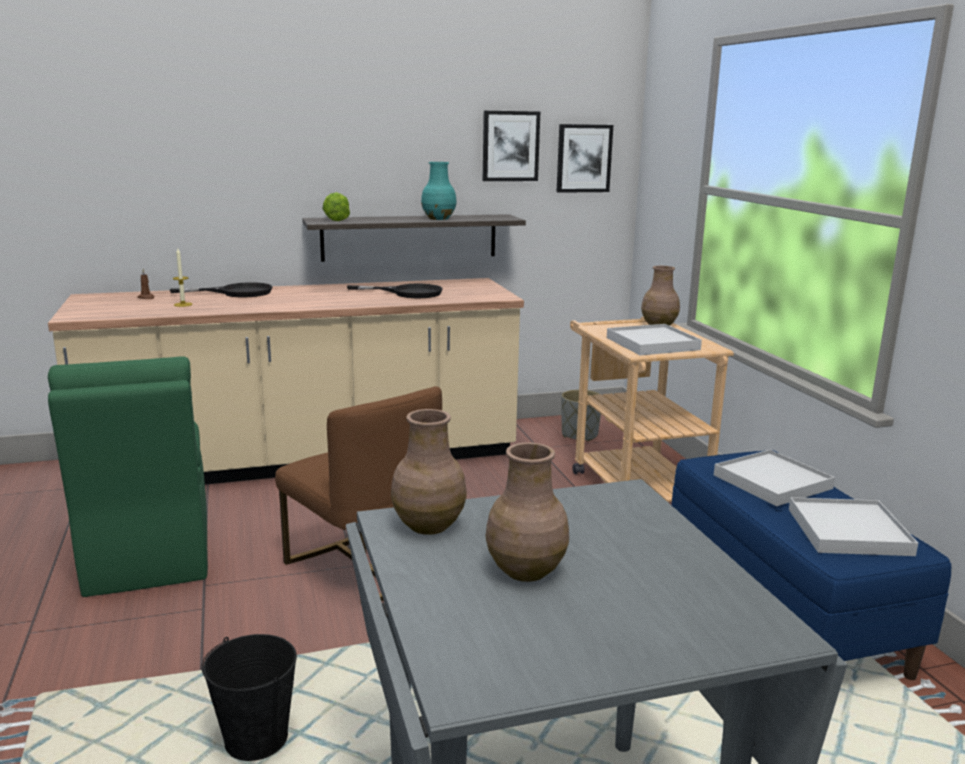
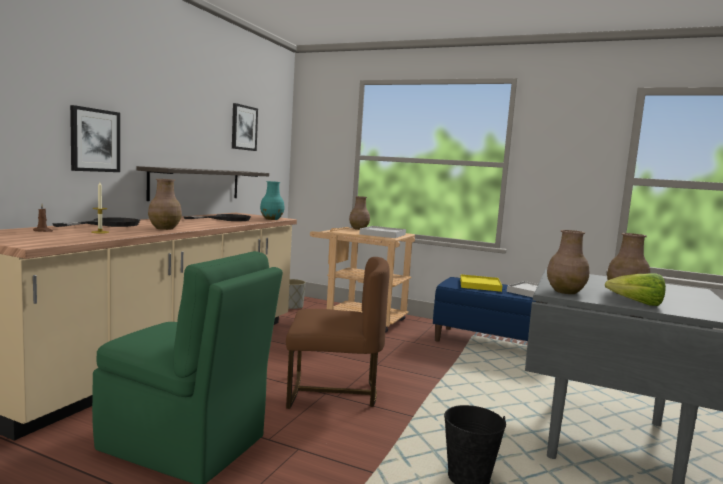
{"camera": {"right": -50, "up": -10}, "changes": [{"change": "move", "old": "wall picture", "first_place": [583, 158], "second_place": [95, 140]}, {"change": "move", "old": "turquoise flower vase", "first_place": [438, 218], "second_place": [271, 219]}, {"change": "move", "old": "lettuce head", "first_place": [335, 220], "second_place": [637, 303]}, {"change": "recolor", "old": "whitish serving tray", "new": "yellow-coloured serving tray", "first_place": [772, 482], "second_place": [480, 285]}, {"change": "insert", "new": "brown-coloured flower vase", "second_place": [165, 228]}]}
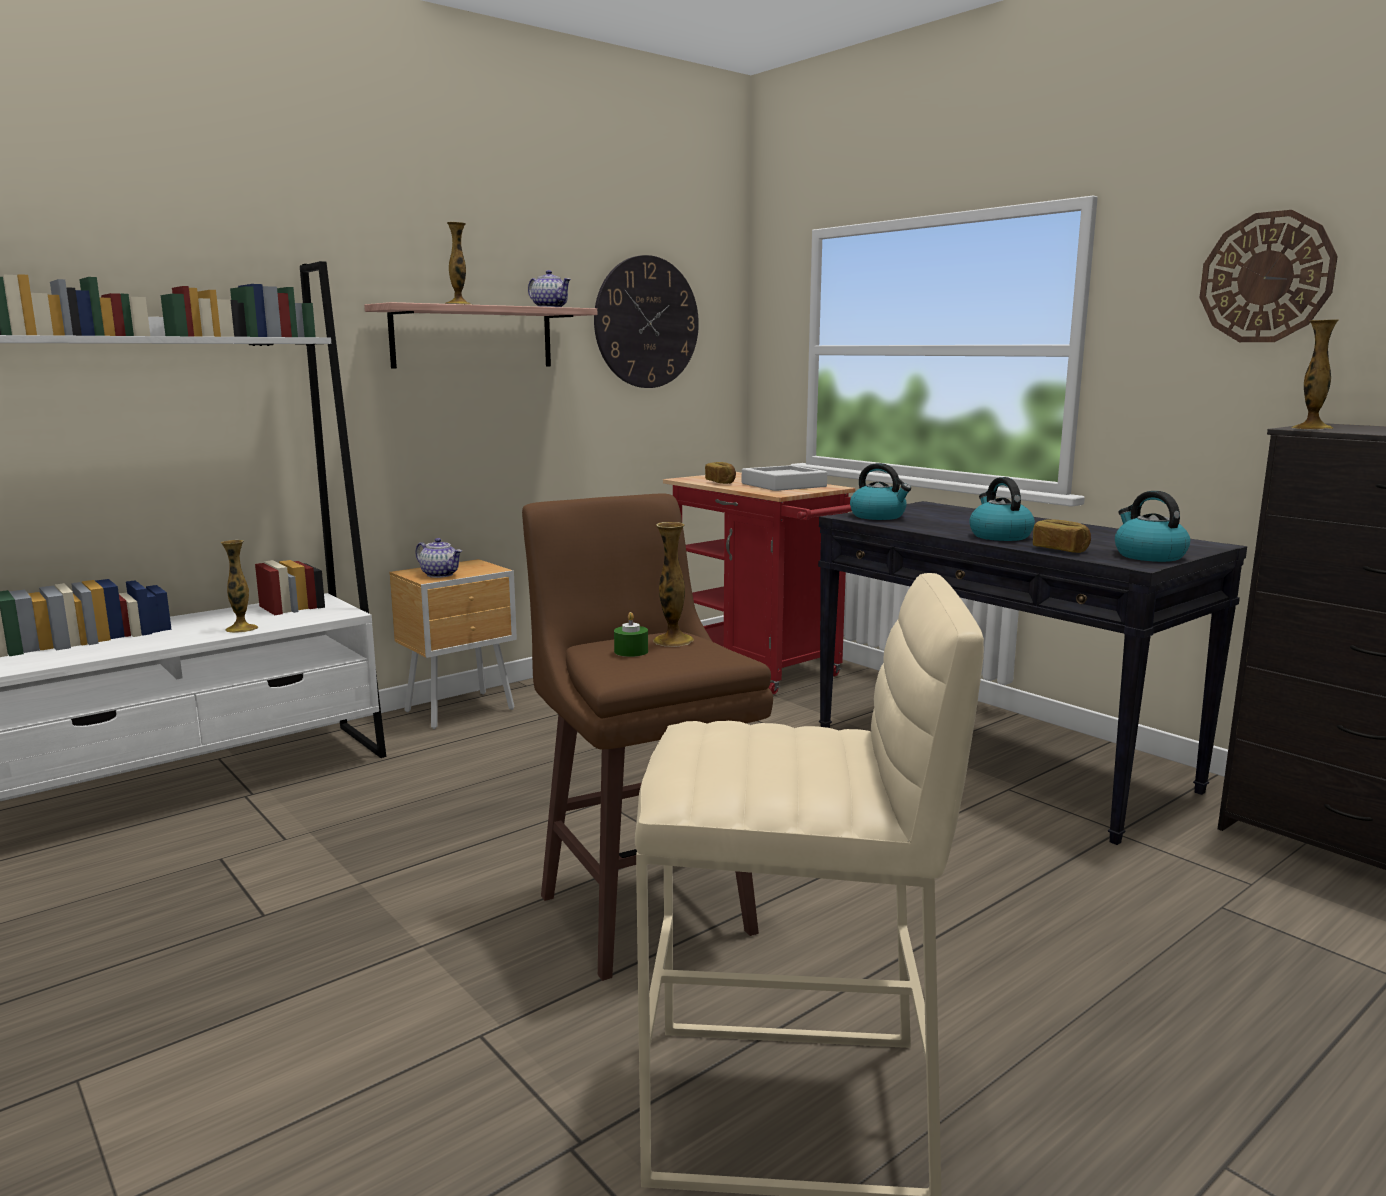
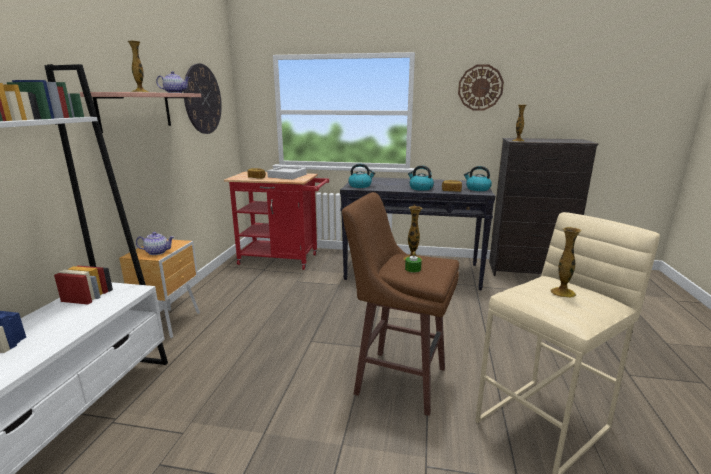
{"camera": {"right": -40, "up": 5}, "changes": [{"change": "move", "old": "flower vase", "first_place": [241, 629], "second_place": [563, 292]}]}
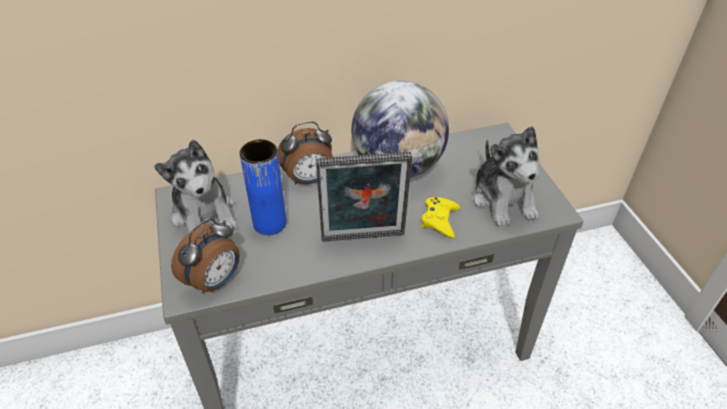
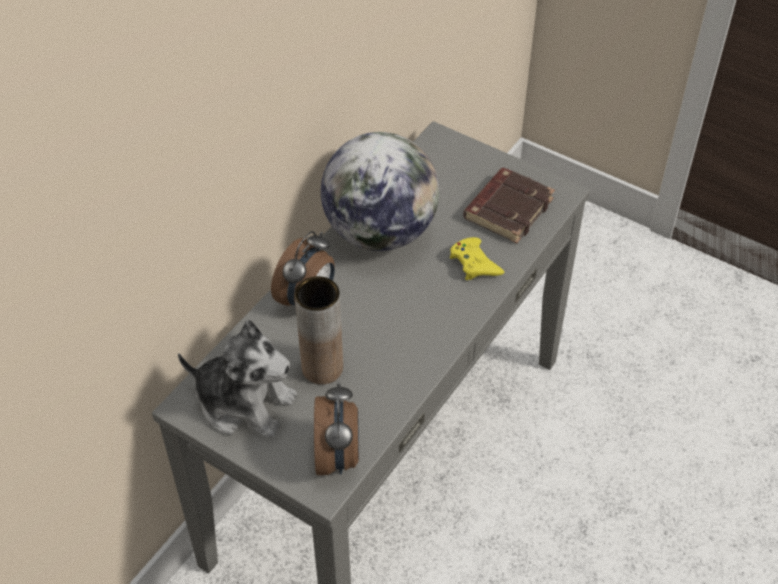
{"camera": {"right": -40, "up": 5}, "changes": [{"change": "replace", "old": "cuddly toy", "new": "brown-coloured bound book", "first_place": [503, 199], "second_place": [507, 209]}, {"change": "recolor", "old": "blue-coloured flower vase", "new": "brown-coloured flower vase", "first_place": [269, 223], "second_place": [322, 368]}, {"change": "delete", "old": "standing frame", "first_place": [363, 239]}]}
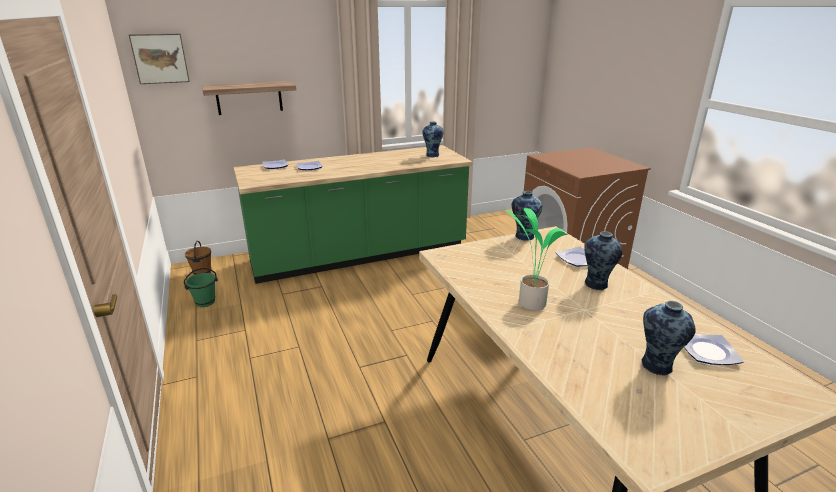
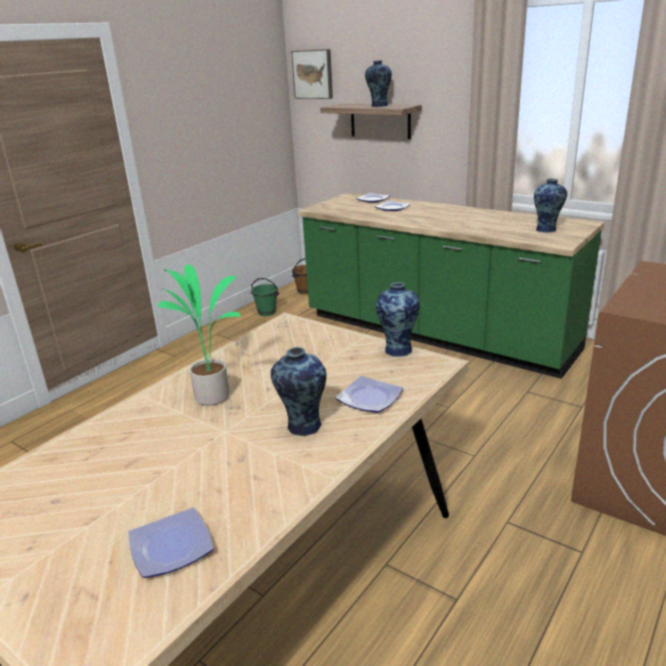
{"camera": {"right": 60, "up": 0}, "changes": [{"change": "move", "old": "flower vase", "first_place": [657, 367], "second_place": [378, 106]}]}
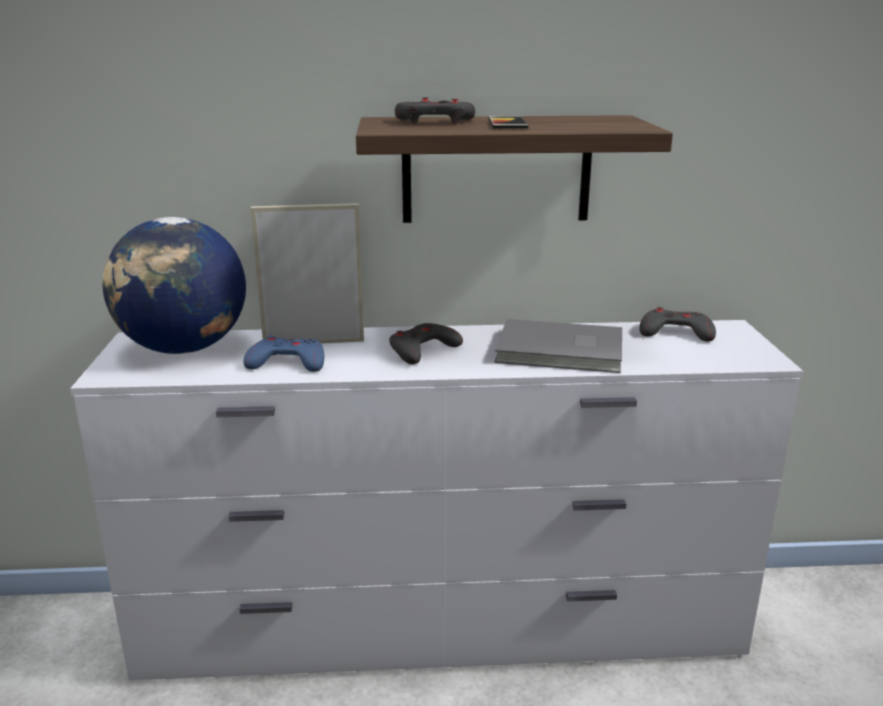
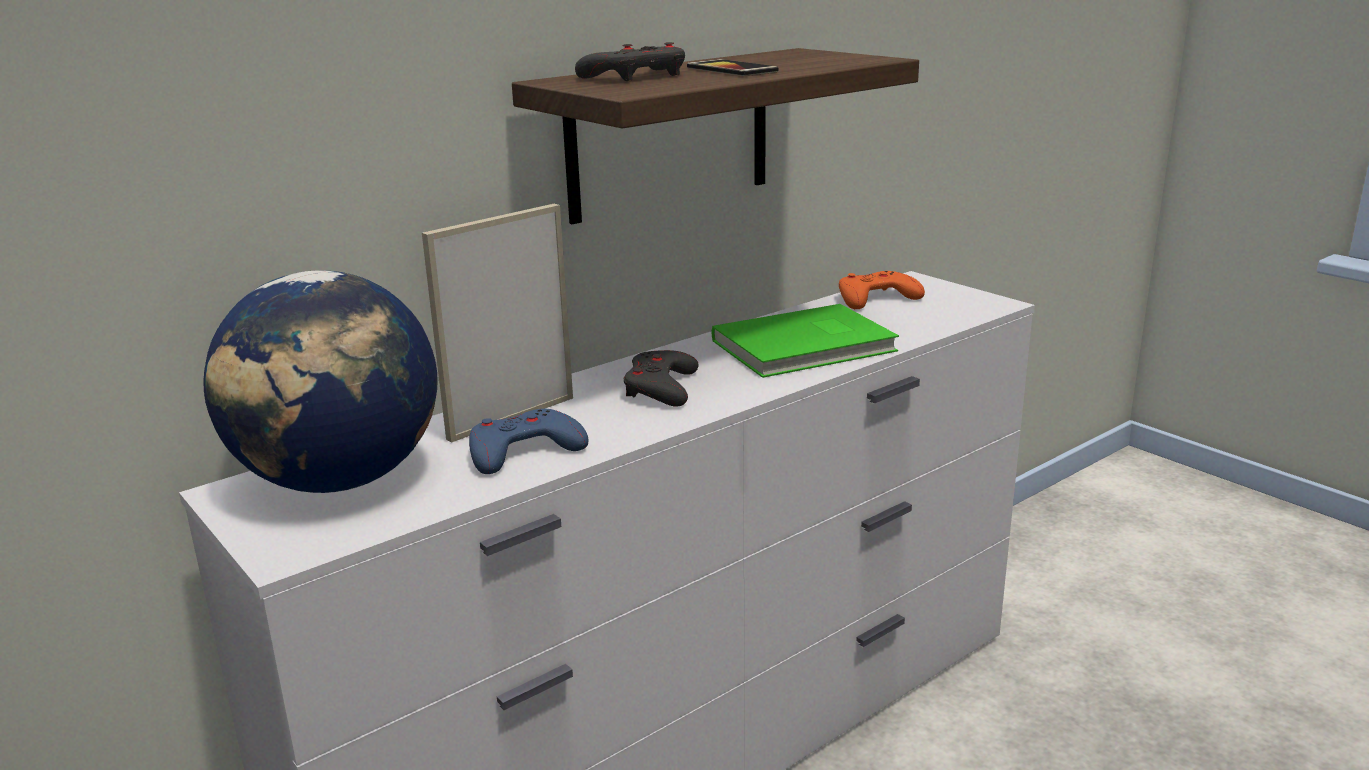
{"camera": {"right": -35, "up": 0}, "changes": [{"change": "recolor", "old": "gray joypad", "new": "orangey joypad", "first_place": [675, 332], "second_place": [876, 298]}, {"change": "recolor", "old": "gray bound book", "new": "greenish bound book", "first_place": [561, 351], "second_place": [807, 346]}]}
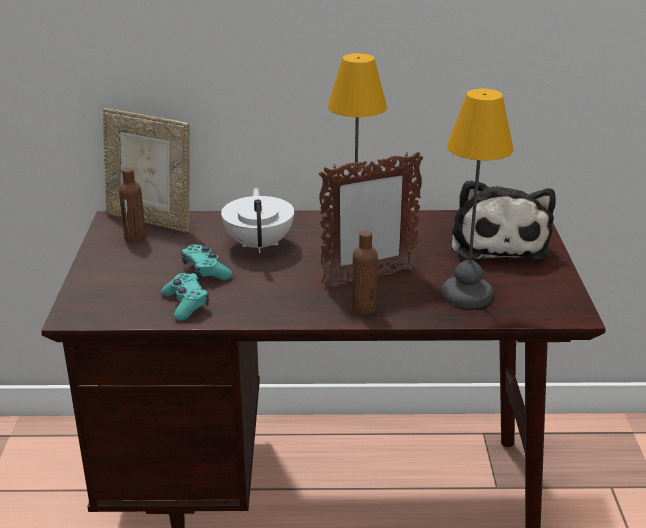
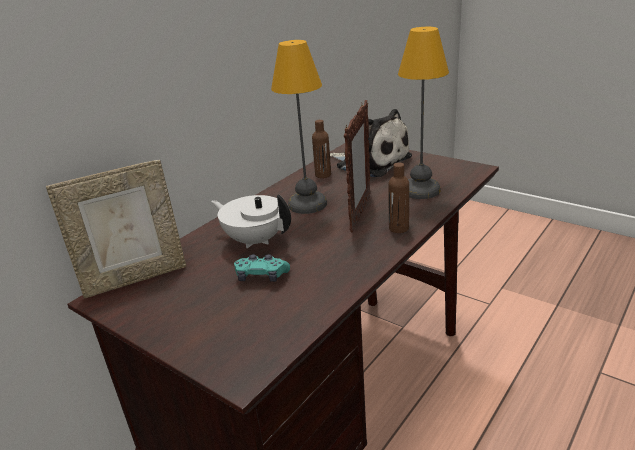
{"camera": {"right": -50, "up": 0}, "changes": [{"change": "move", "old": "brown-coloured beverage bottle", "first_place": [135, 238], "second_place": [323, 175]}, {"change": "delete", "old": "turquoise joypad", "first_place": [186, 304]}]}
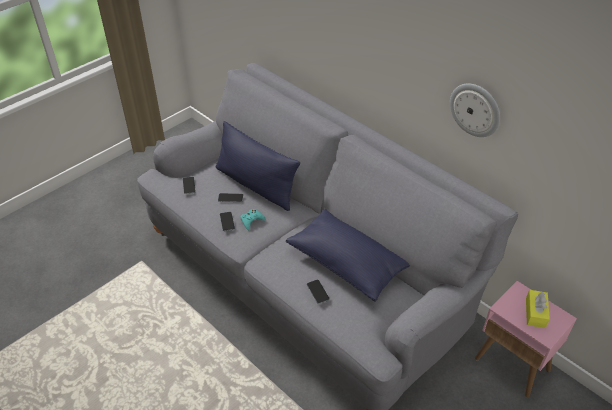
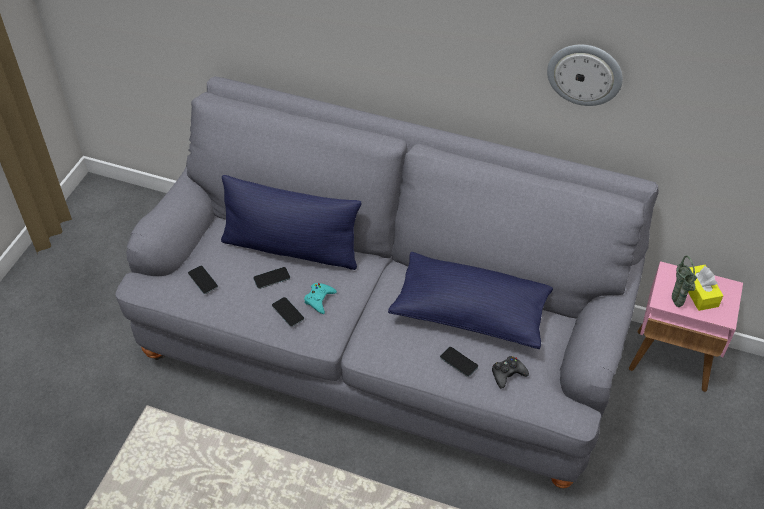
{"camera": {"right": -25, "up": 5}, "changes": [{"change": "insert", "new": "greenish flower vase", "second_place": [677, 305]}, {"change": "insert", "new": "black-coloured joypad", "second_place": [507, 374]}]}
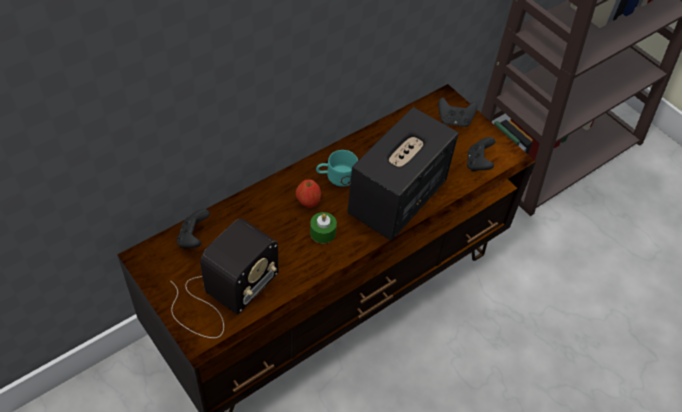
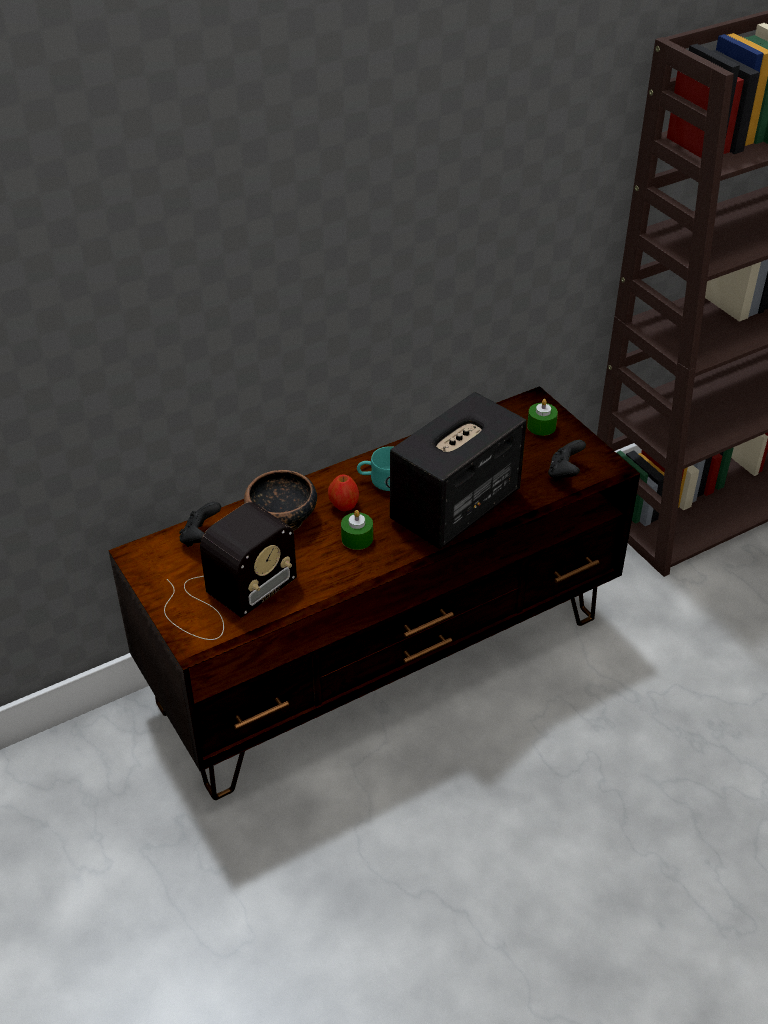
{"camera": {"right": 10, "up": -10}, "changes": [{"change": "replace", "old": "black-coloured joypad", "new": "greenish wax candle", "first_place": [454, 121], "second_place": [541, 426]}, {"change": "insert", "new": "bowl", "second_place": [282, 519]}]}
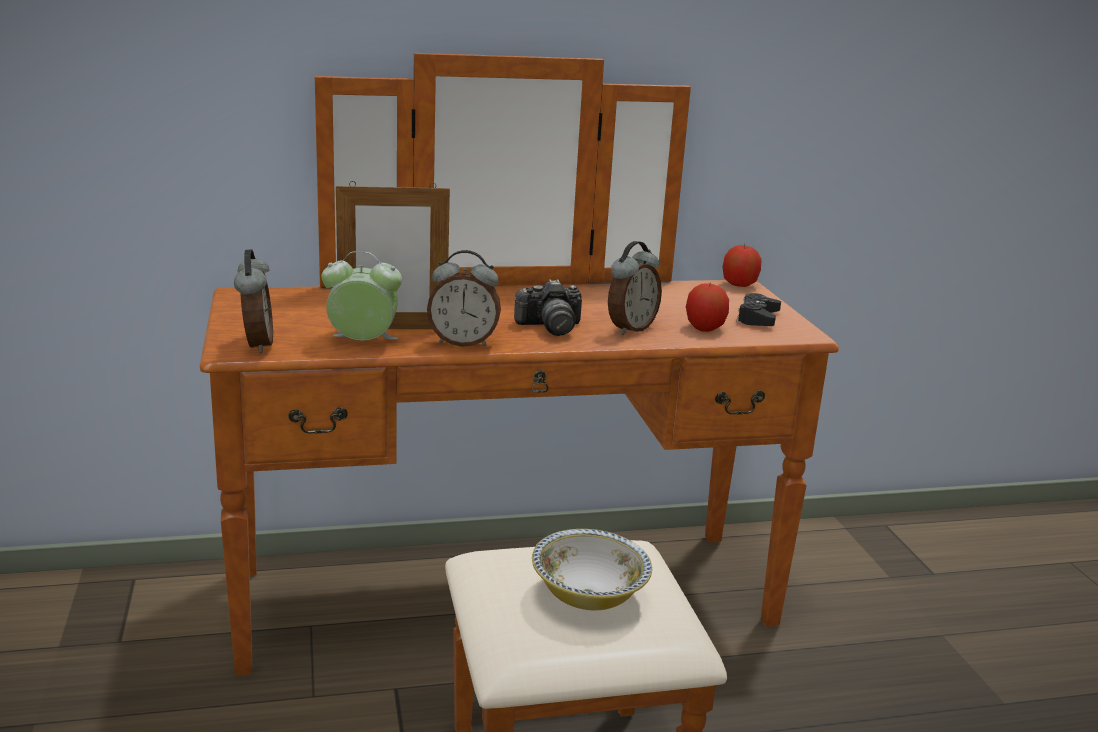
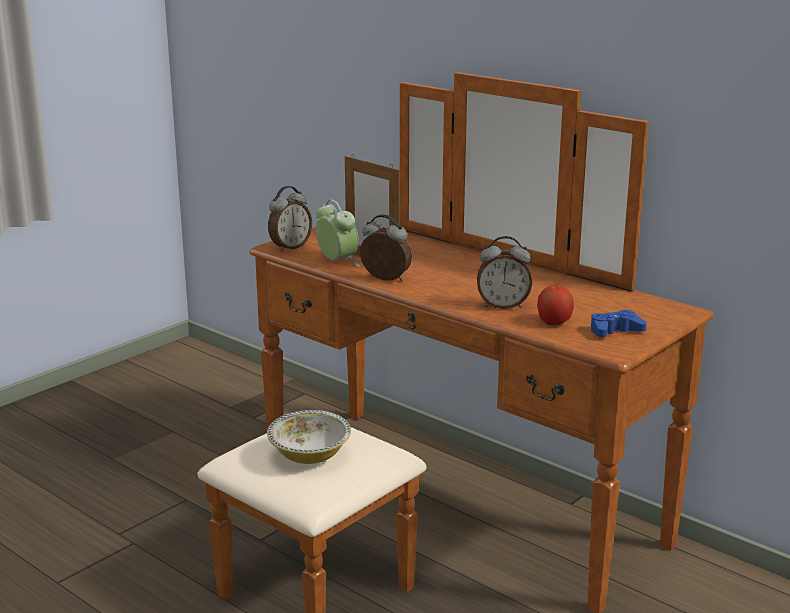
{"camera": {"right": 55, "up": 0}, "changes": [{"change": "delete", "old": "apple", "first_place": [739, 285]}, {"change": "rotate", "old": "table clock", "first_place": [463, 342], "second_place": [385, 279], "degrees": 150}, {"change": "delete", "old": "still camera", "first_place": [550, 327]}, {"change": "recolor", "old": "black-coloured joypad", "new": "blue-coloured joypad", "first_place": [757, 318], "second_place": [615, 331]}]}
